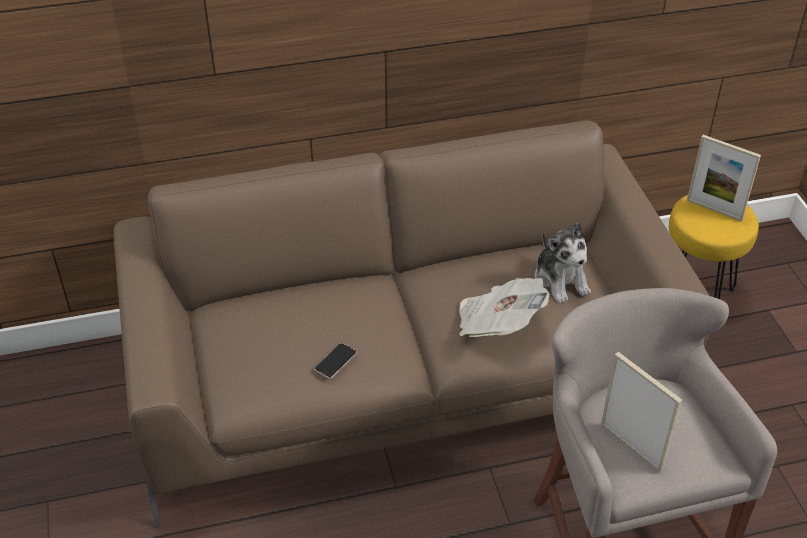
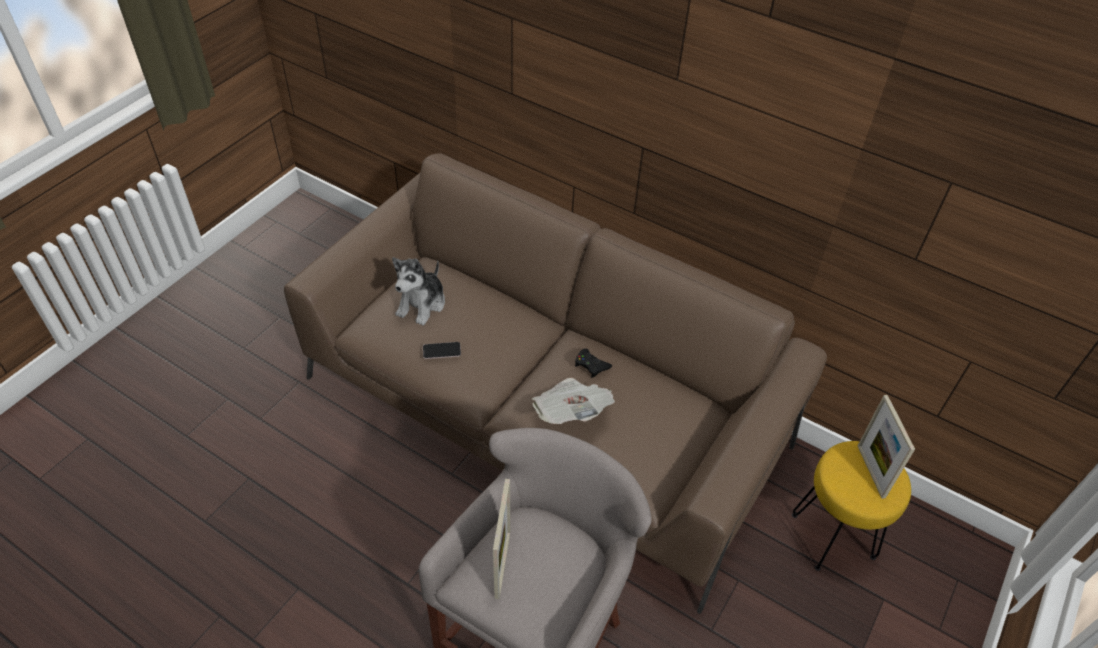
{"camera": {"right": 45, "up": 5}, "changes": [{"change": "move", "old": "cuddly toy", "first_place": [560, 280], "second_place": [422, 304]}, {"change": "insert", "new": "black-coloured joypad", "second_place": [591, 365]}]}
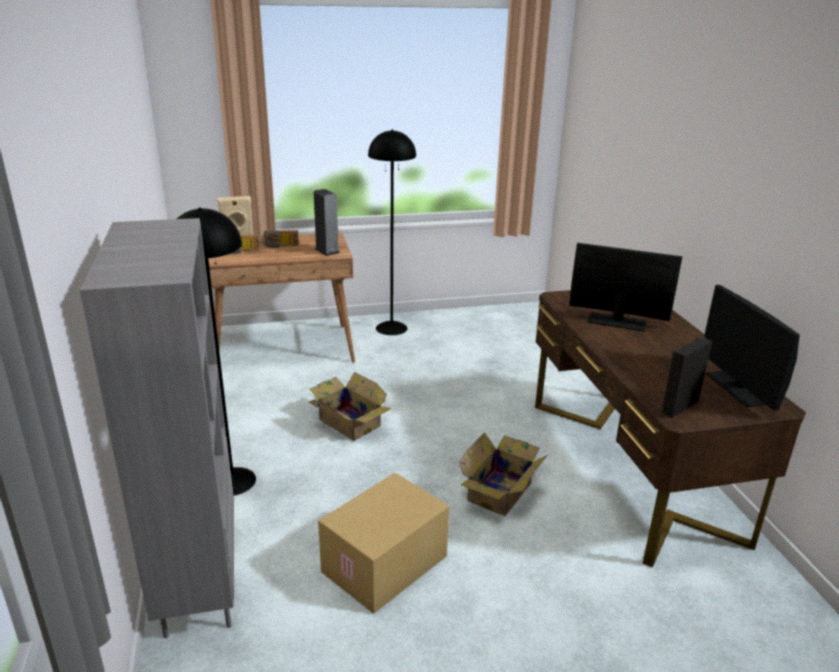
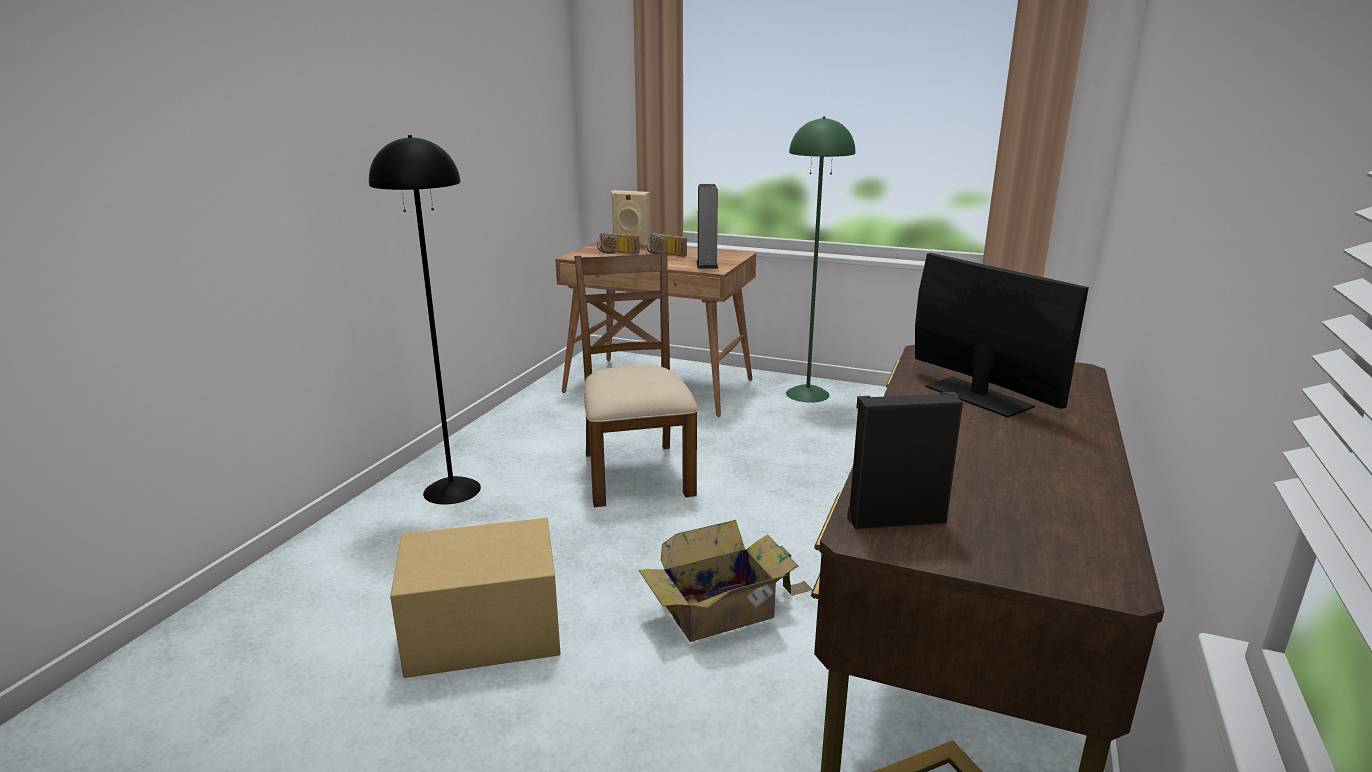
{"camera": {"right": 35, "up": -5}, "changes": [{"change": "recolor", "old": "black-coloured standing lamp", "new": "greenish standing lamp", "first_place": [391, 328], "second_place": [807, 394]}, {"change": "delete", "old": "gray shelving unit", "first_place": [198, 582]}, {"change": "delete", "old": "computer display", "first_place": [738, 388]}, {"change": "replace", "old": "packing box", "new": "brown-coloured chair", "first_place": [348, 422], "second_place": [636, 473]}]}
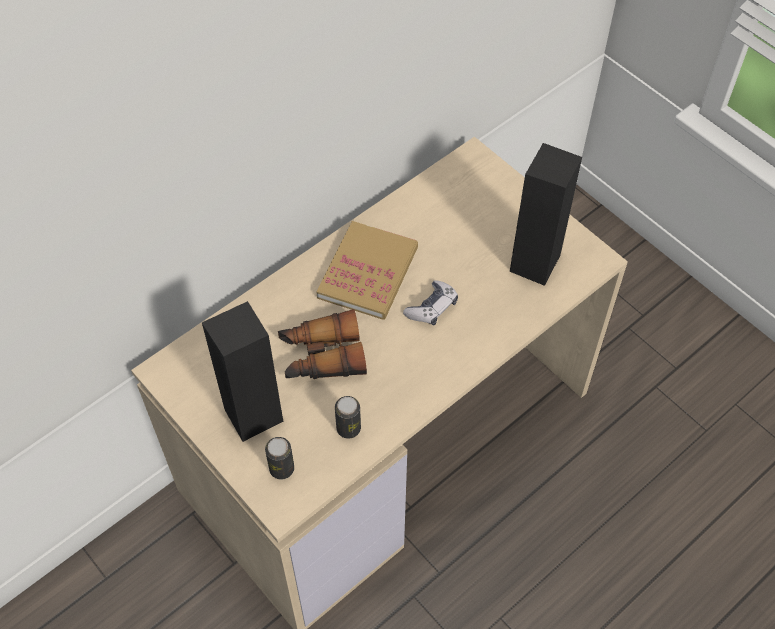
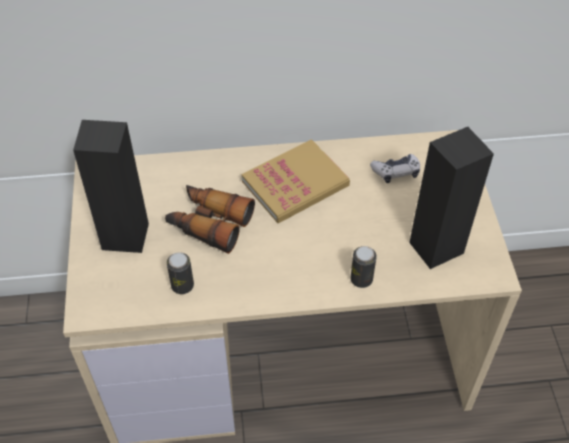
{"camera": {"right": 35, "up": -5}, "changes": [{"change": "move", "old": "joypad", "first_place": [432, 308], "second_place": [396, 172]}, {"change": "move", "old": "can", "first_place": [282, 468], "second_place": [361, 279]}]}
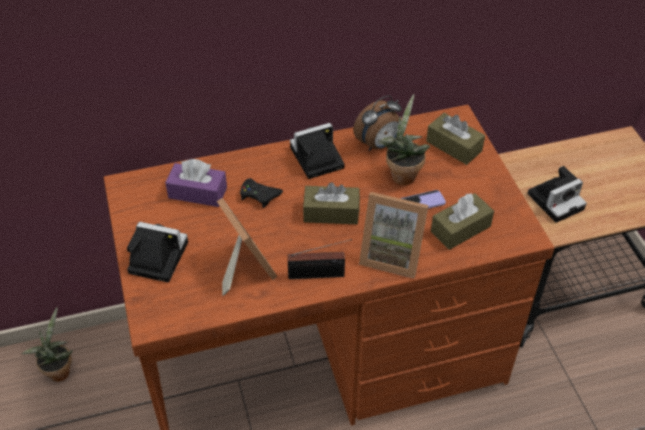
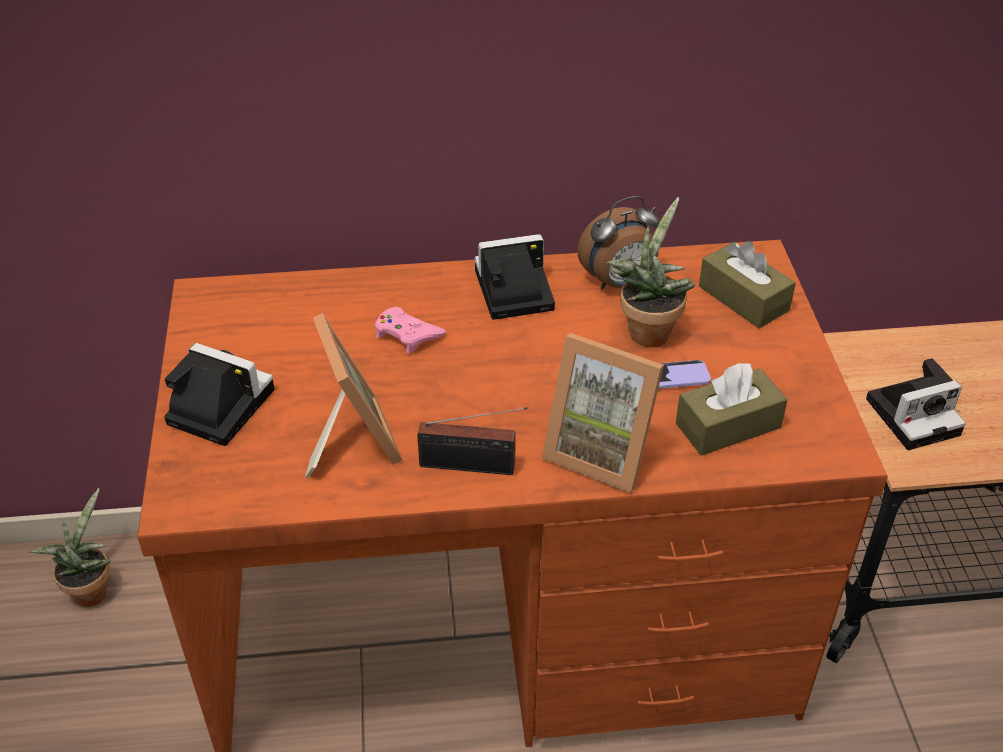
{"camera": {"right": 10, "up": -5}, "changes": [{"change": "delete", "old": "purplish box of tissues", "first_place": [197, 192]}, {"change": "recolor", "old": "black-coloured joypad", "new": "pink joypad", "first_place": [259, 195], "second_place": [407, 334]}, {"change": "delete", "old": "brown-coloured box of tissues", "first_place": [331, 213]}]}
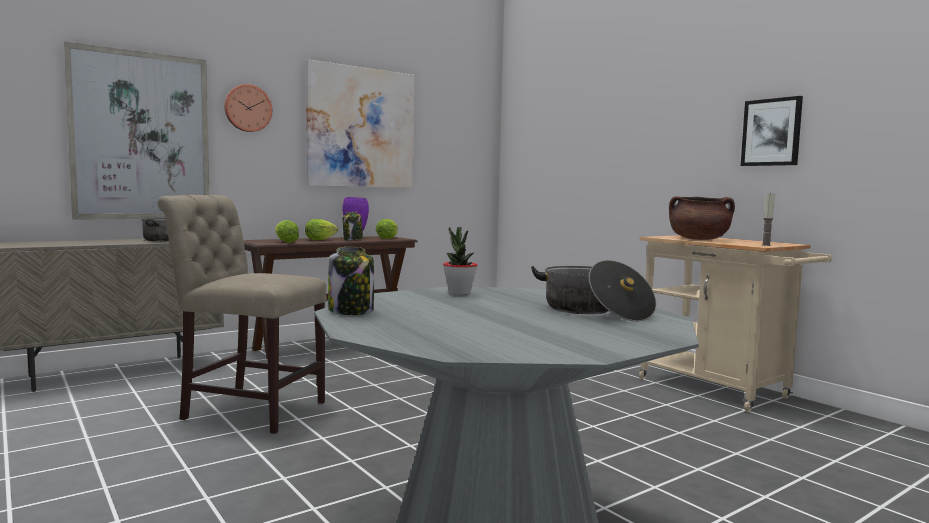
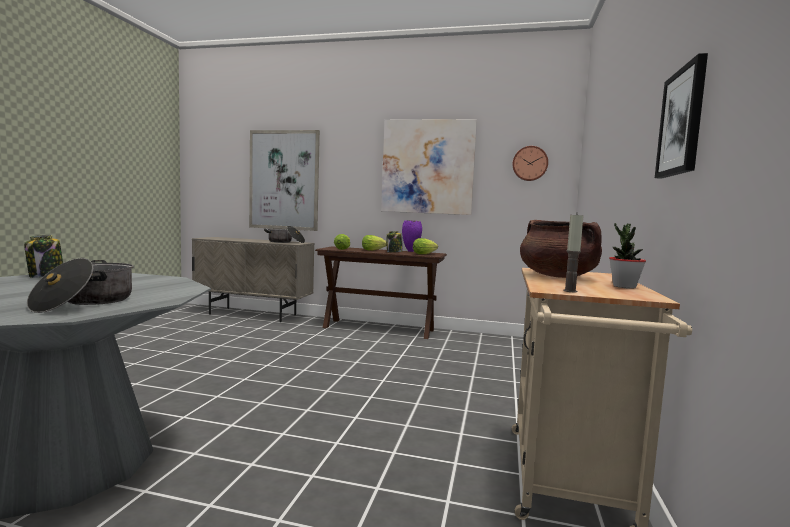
{"camera": {"right": 50, "up": 0}, "changes": [{"change": "move", "old": "clock on the wall", "first_place": [247, 108], "second_place": [530, 163]}, {"change": "delete", "old": "beige chair", "first_place": [248, 409]}, {"change": "move", "old": "plant in a pot", "first_place": [459, 293], "second_place": [624, 286]}]}
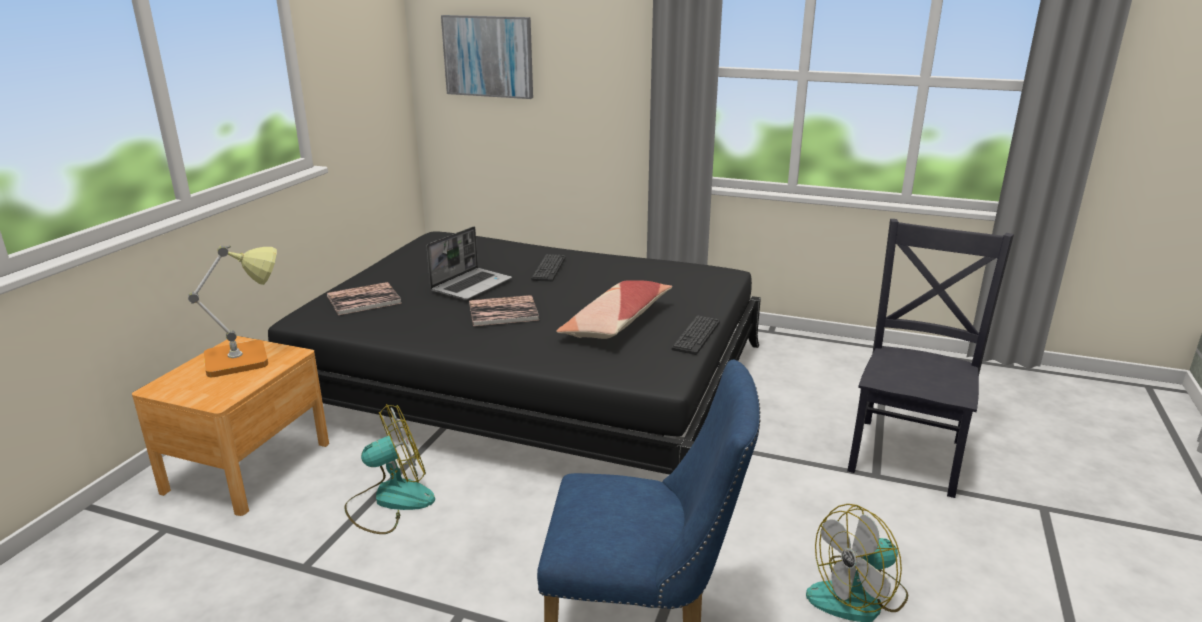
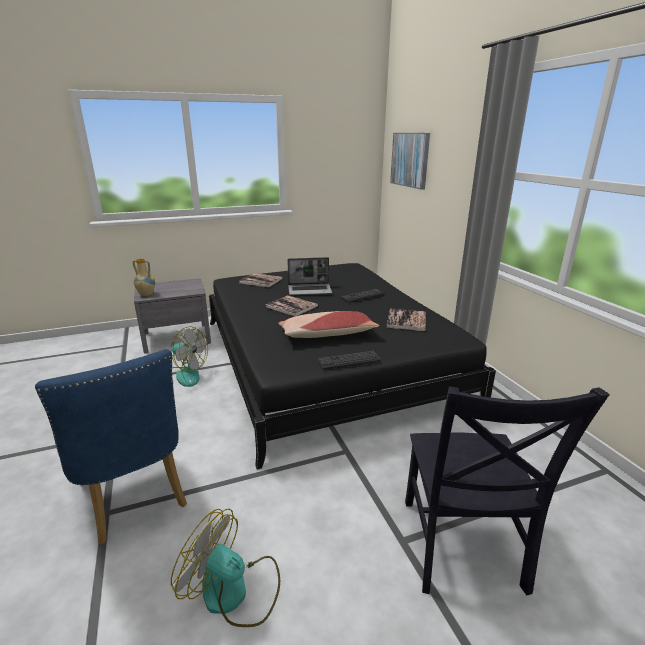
{"camera": {"right": 50, "up": 0}, "changes": [{"change": "rotate", "old": "black-coloured chair", "first_place": [908, 452], "second_place": [461, 548], "degrees": 105}, {"change": "delete", "old": "tabletop lamp", "first_place": [246, 358]}, {"change": "recolor", "old": "brown-coloured nightstand", "new": "gray nightstand", "first_place": [248, 466], "second_place": [176, 338]}, {"change": "insert", "new": "flower vase", "second_place": [146, 294]}, {"change": "insert", "new": "bound book", "second_place": [406, 320]}]}
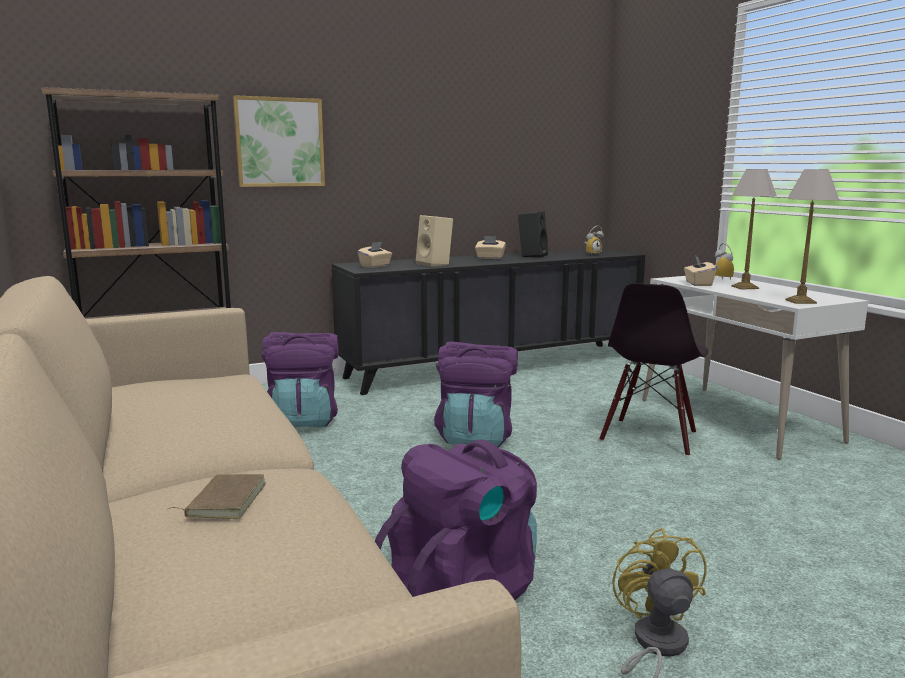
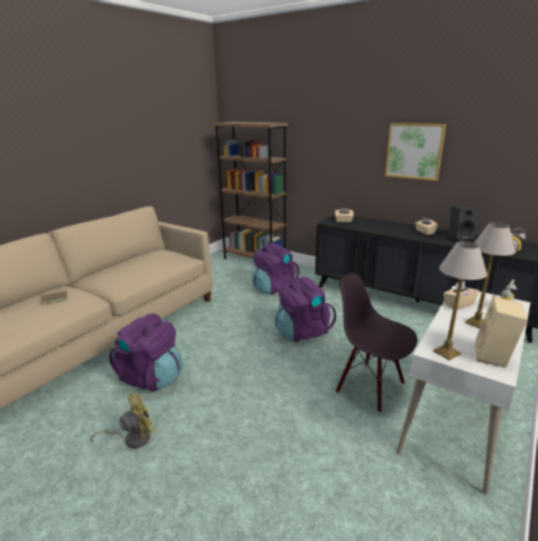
{"camera": {"right": 60, "up": 10}, "changes": [{"change": "move", "old": "wall picture", "first_place": [279, 142], "second_place": [414, 151]}, {"change": "move", "old": "beige audio speaker", "first_place": [435, 264], "second_place": [494, 357]}, {"change": "rotate", "old": "black-coloured chair", "first_place": [650, 437], "second_place": [370, 387], "degrees": 45}]}
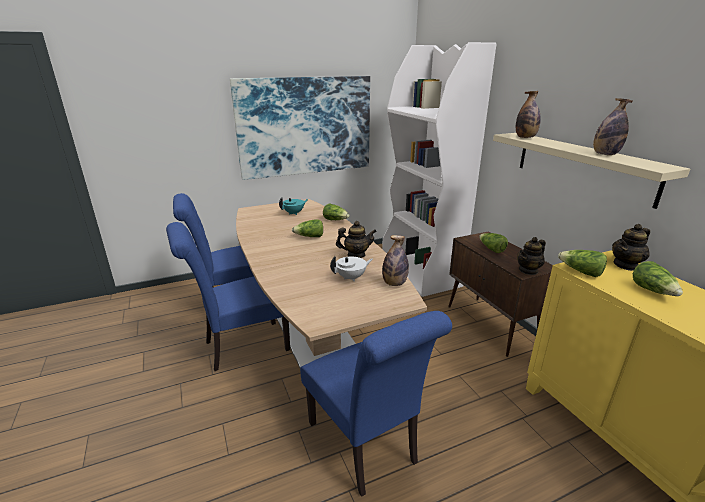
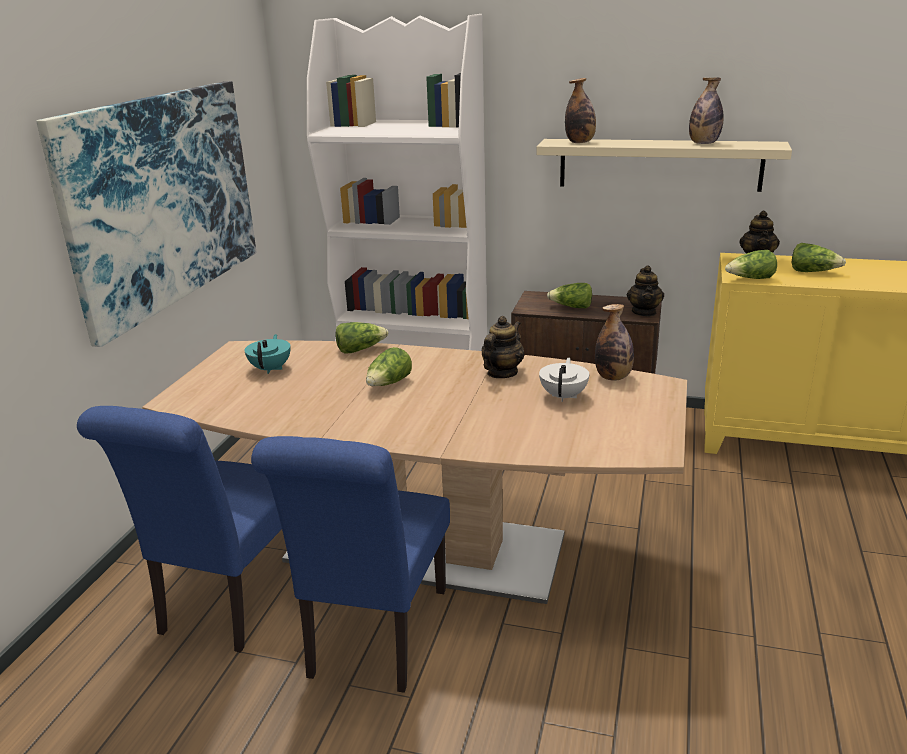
{"camera": {"right": -50, "up": 0}, "changes": [{"change": "delete", "old": "blue-coloured chair", "first_place": [366, 446]}]}
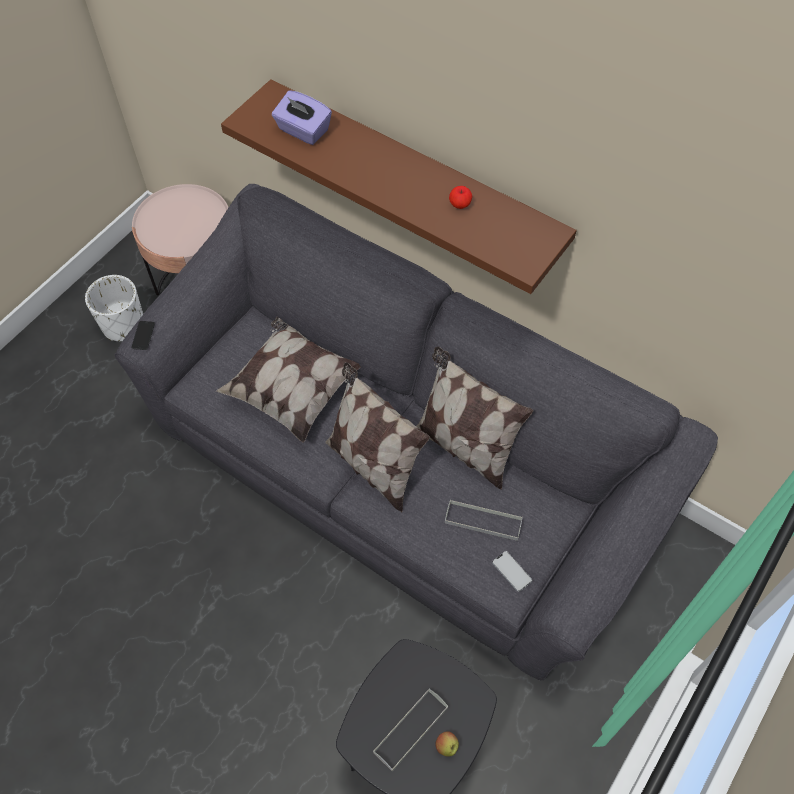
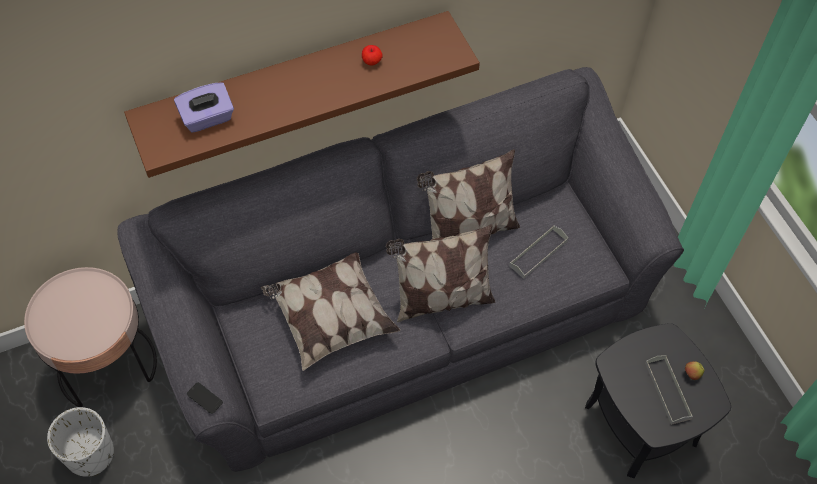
{"camera": {"right": -60, "up": 0}, "changes": [{"change": "delete", "old": "phone", "first_place": [512, 571]}]}
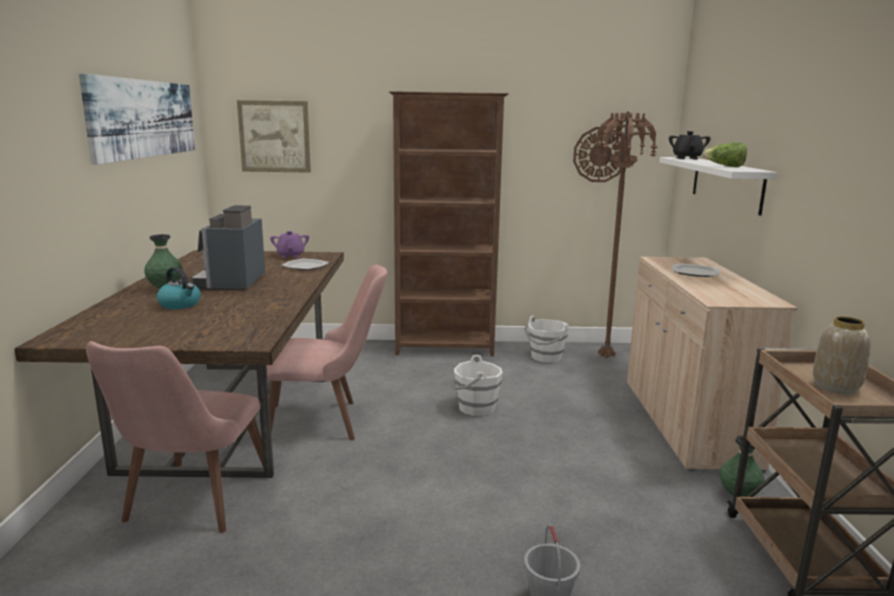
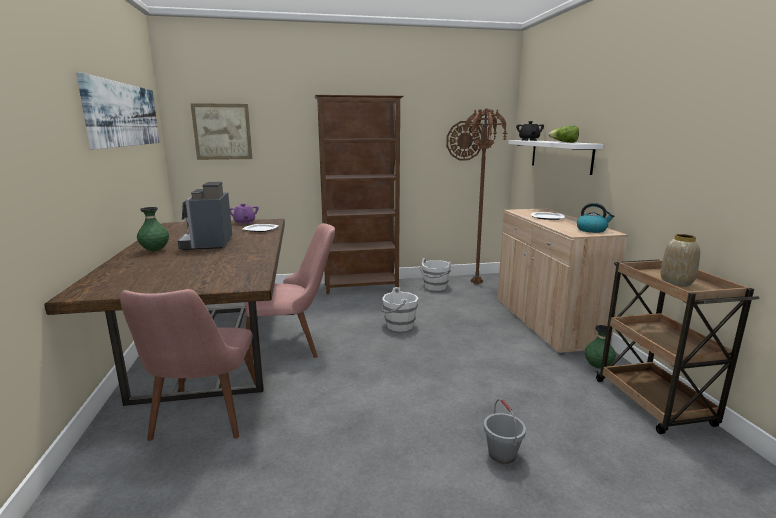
{"camera": {"right": -10, "up": 0}, "changes": [{"change": "move", "old": "water kettle", "first_place": [180, 304], "second_place": [592, 230]}]}
